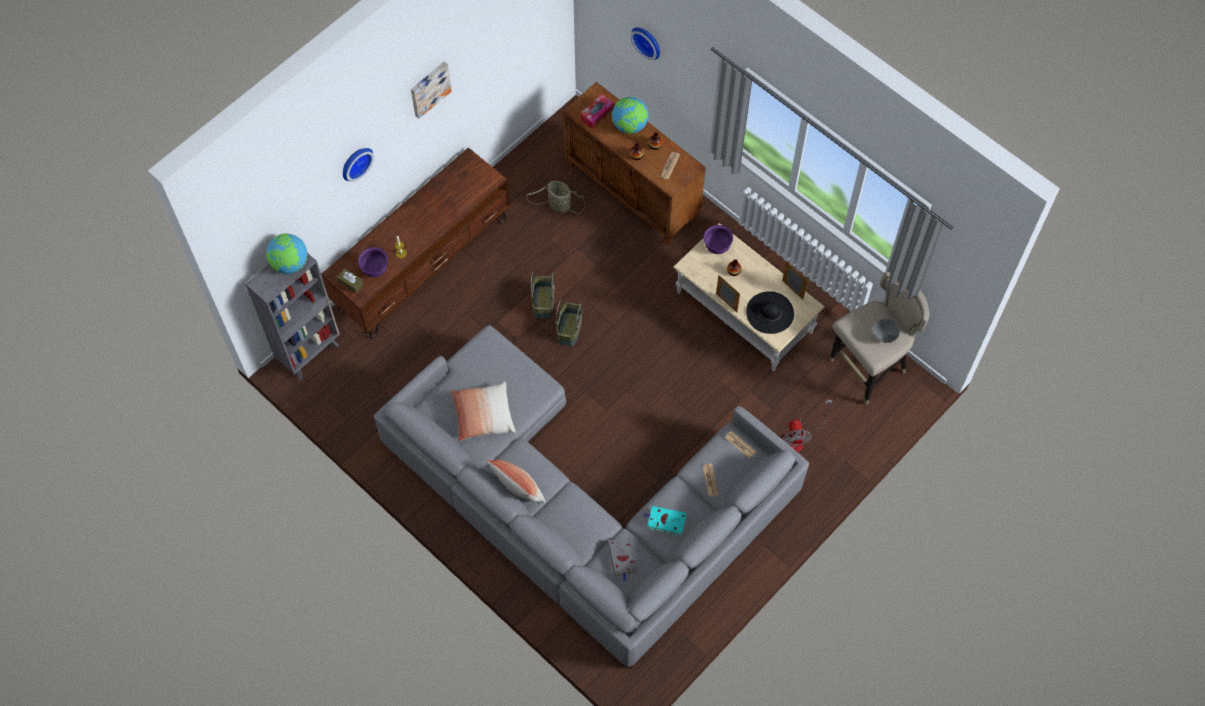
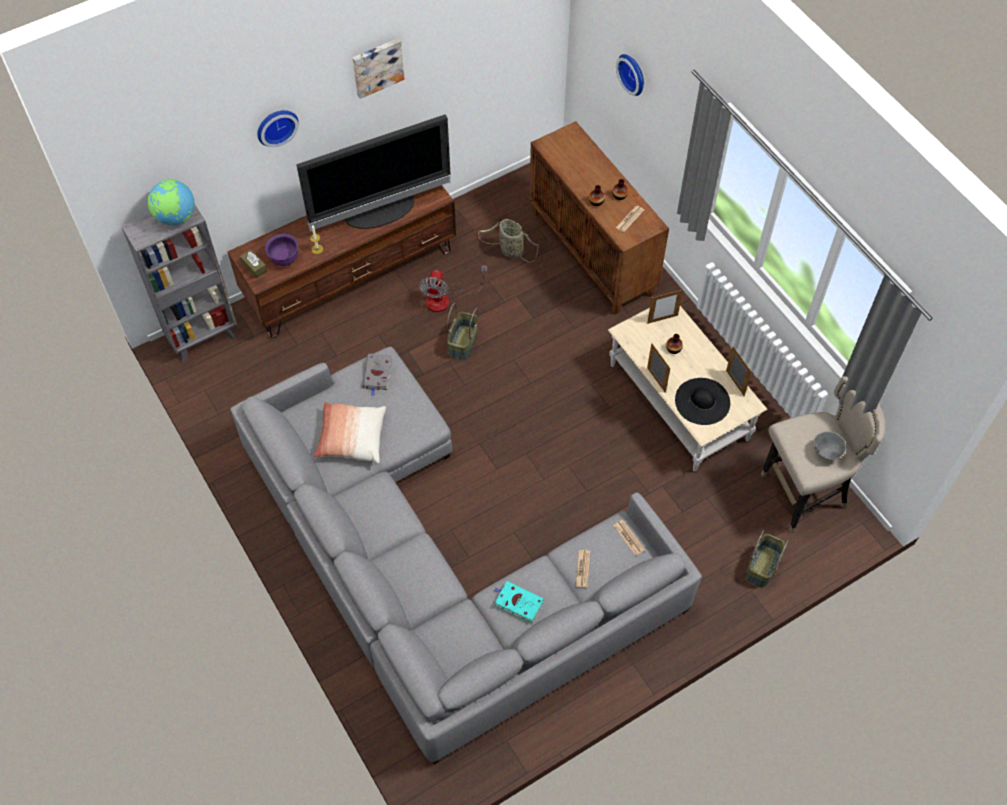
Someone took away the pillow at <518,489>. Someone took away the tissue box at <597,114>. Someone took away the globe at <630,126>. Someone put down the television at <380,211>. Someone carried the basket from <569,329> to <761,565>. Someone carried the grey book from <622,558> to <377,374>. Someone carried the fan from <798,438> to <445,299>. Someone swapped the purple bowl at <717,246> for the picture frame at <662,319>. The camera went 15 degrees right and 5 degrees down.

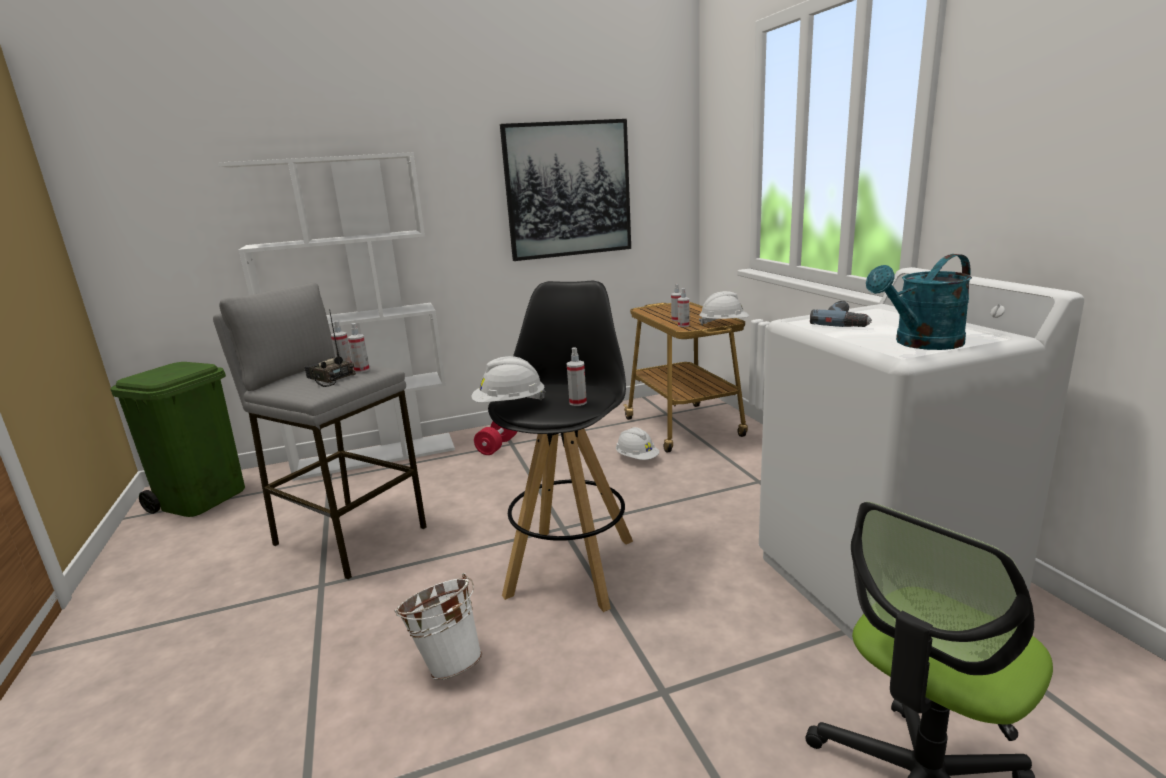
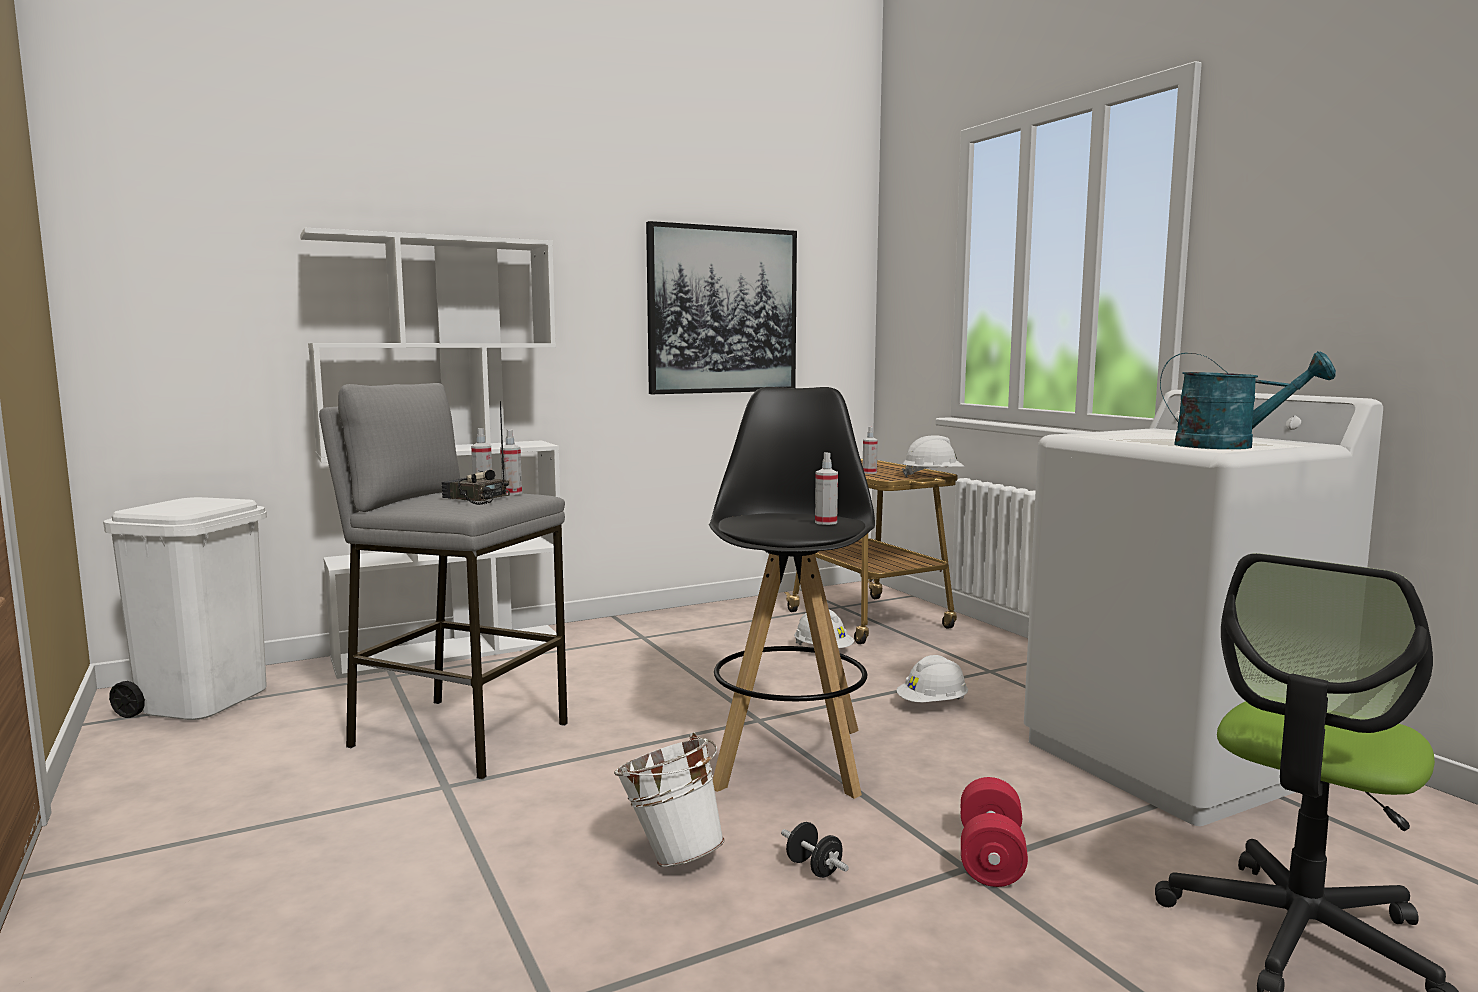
Someone took away the spray bottle at <683,325>. Someone took away the power drill at <845,321>. Someone put down the black dumbbell at <814,868>. Someone carried the white hard hat from <509,405> to <932,705>. Someone carried the red dumbbell from <497,446> to <990,857>. Someone repainted the green trash can at <203,498>, which became the white trash can at <204,700>. Someone rotated the turquoise watering can at <921,344> by 120 degrees counterclockwise. The camera went 10 degrees left and 10 degrees down.

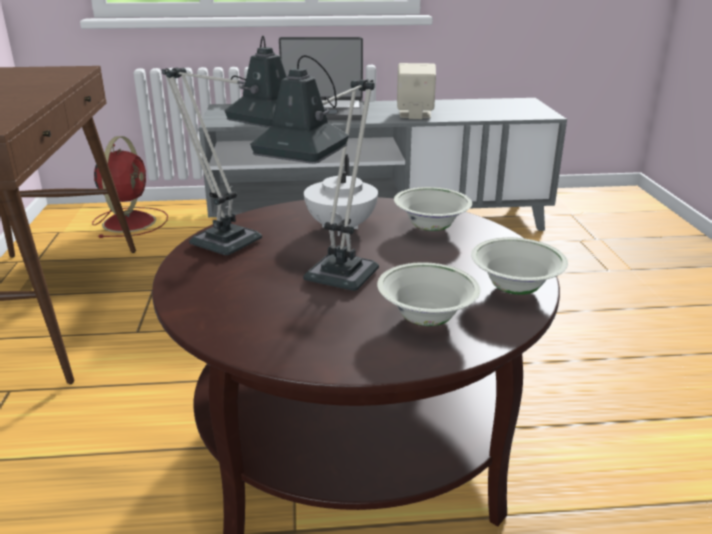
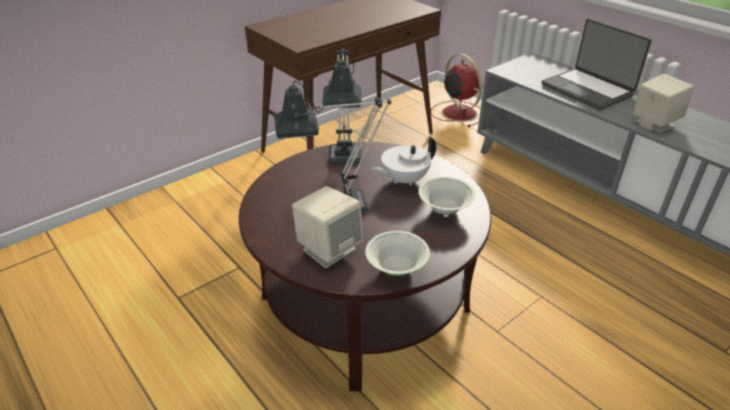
Someone swapped the white bowl at <426,319> for the beige speaker at <329,249>. Someone rotated the red fan at <130,221> by 90 degrees counterclockwise. The camera went 55 degrees right and 10 degrees up.

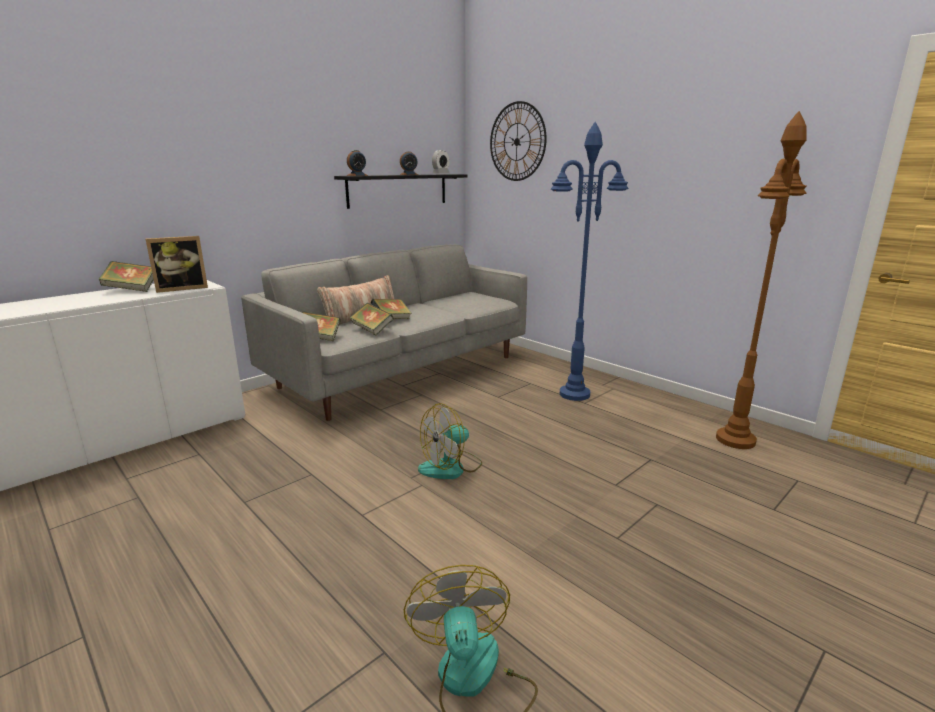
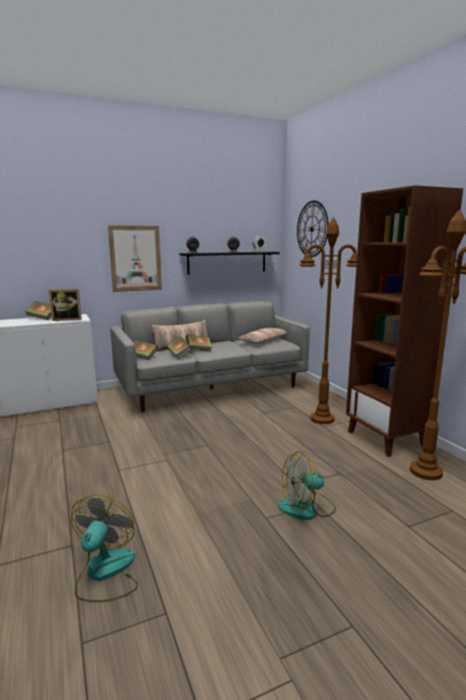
Someone put up the picture at <135,258>. Someone put down the pillow at <264,341>. Someone put down the brown bookcase at <386,439>. Someone carried the fan from <451,467> to <307,508>. Someone repainted the blue floor lamp at <574,394>, which became the brown floor lamp at <322,419>. The camera went 20 degrees right and 5 degrees down.

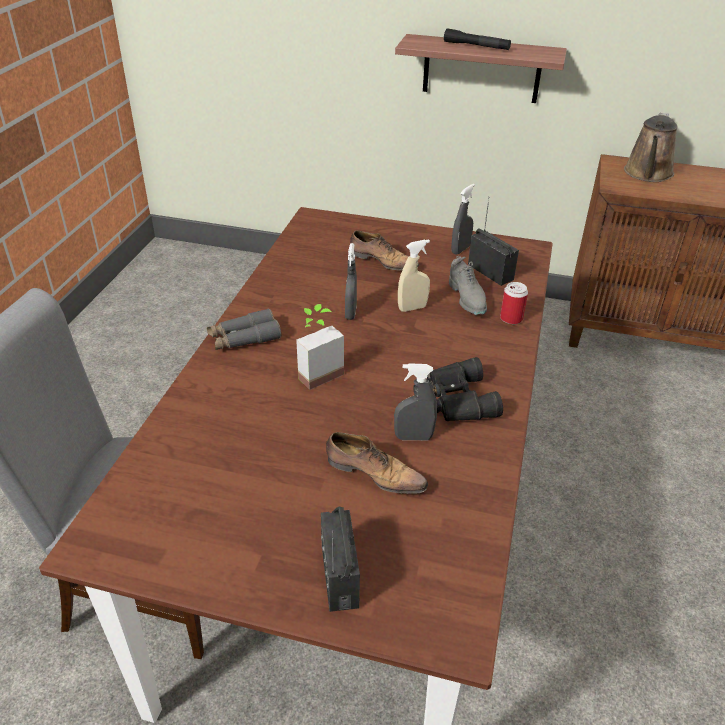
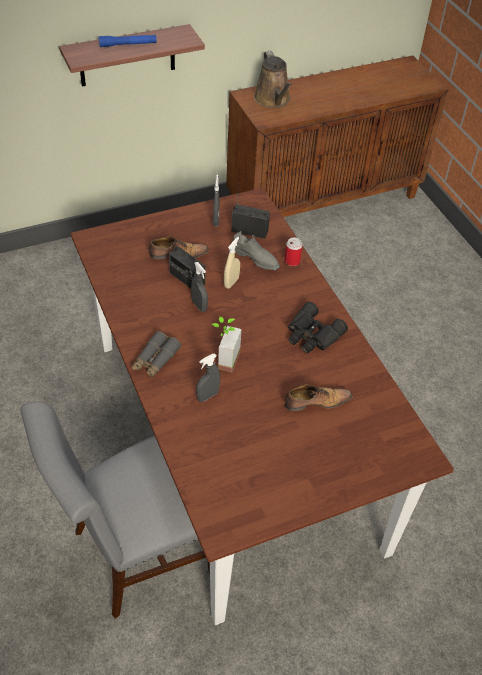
Someone carried the radio from <339,576> to <187,279>. Someone carried the grey spray bottle from <413,437> to <207,396>. Someone repainted the black flashlight at <476,46>, which became the blue flashlight at <128,45>. The camera went 40 degrees left and 10 degrees up.

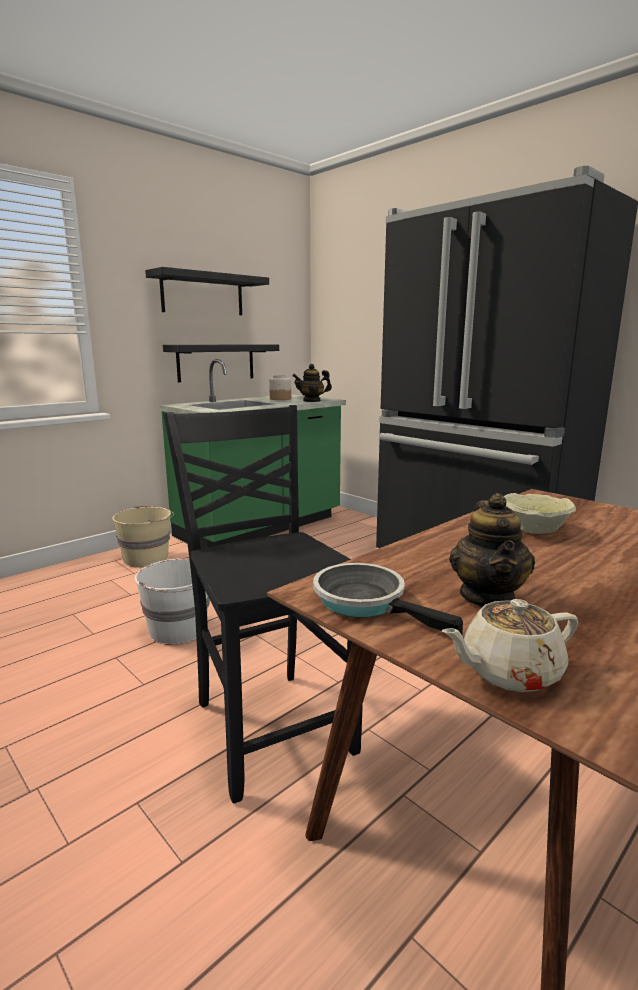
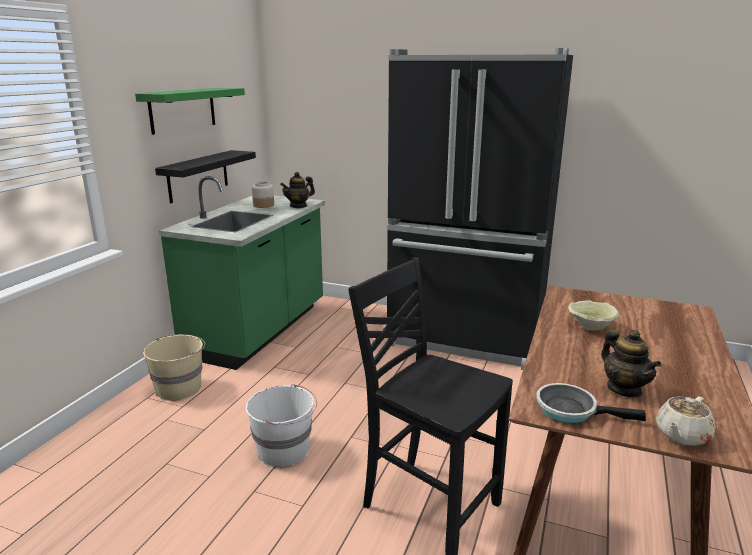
Someone repainted the black shelf at <202,294>, which became the green shelf at <183,109>. The camera went 25 degrees left and 5 degrees up.

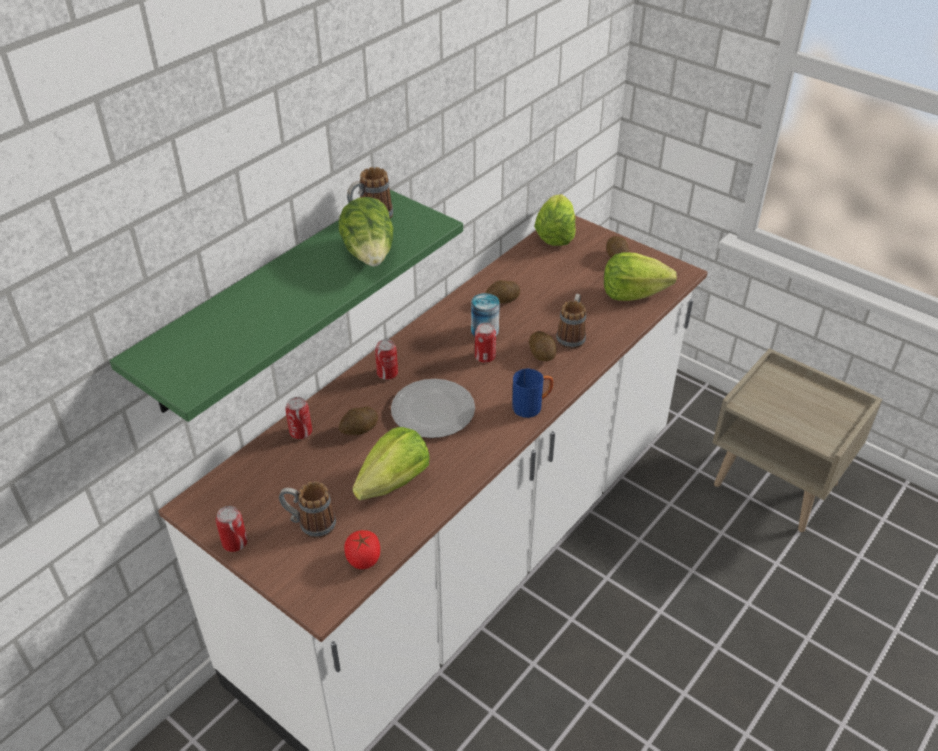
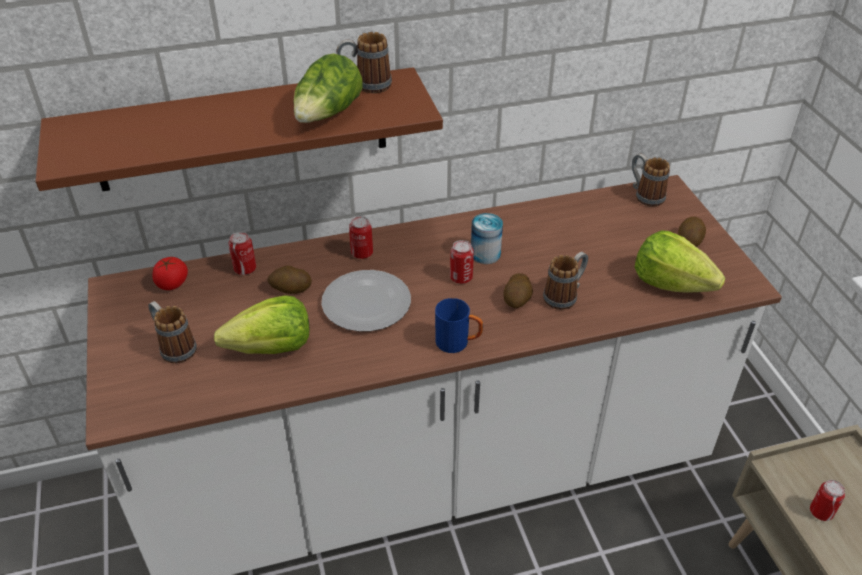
Someone took away the potato at <502,300>. Someone carried the can from <235,543> to <821,512>. Someone carried the tomato from <363,559> to <172,284>. Someone swapped the lettuce at <555,235> for the mug at <645,195>. Someone repainted the green shelf at <270,300>, which became the brown shelf at <242,130>. The camera went 35 degrees right and 0 degrees up.

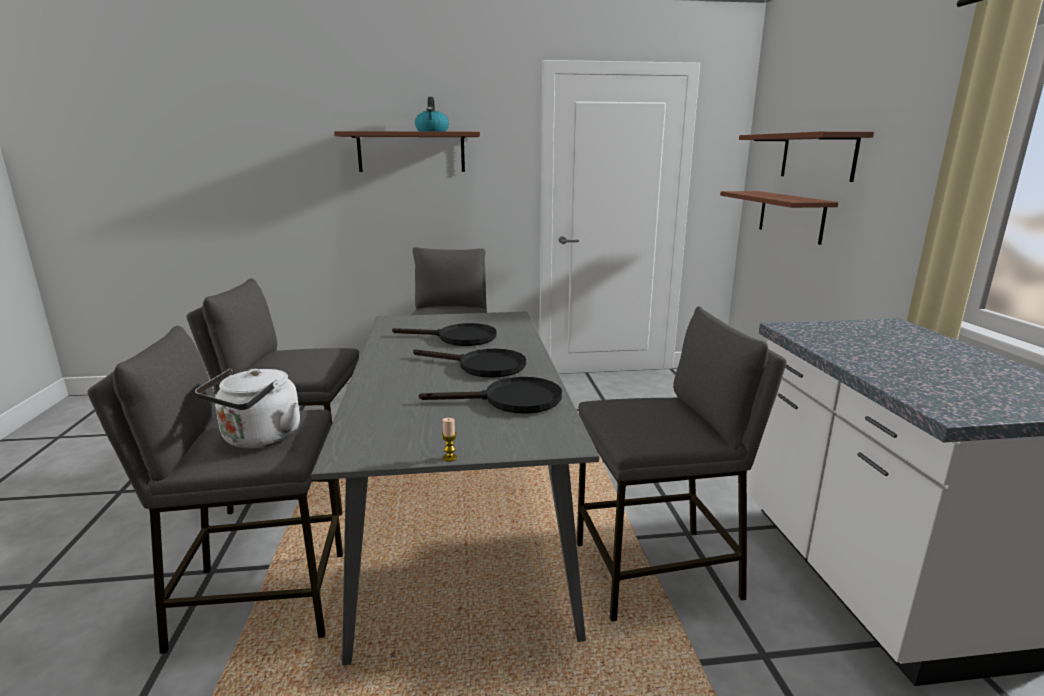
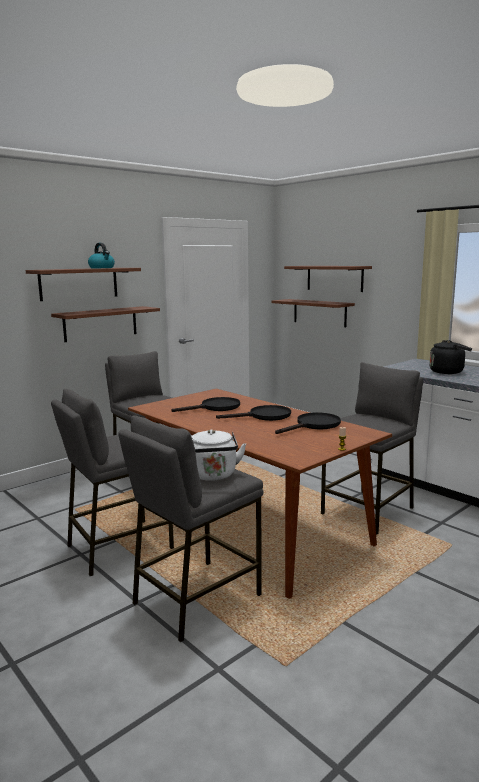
Someone put up the brown shelf at <100,323>. Someone put down the black kettle at <448,372>. Someone repainted the grey dining table at <462,522>, which became the brown dining table at <250,526>. The camera went 35 degrees left and 5 degrees down.

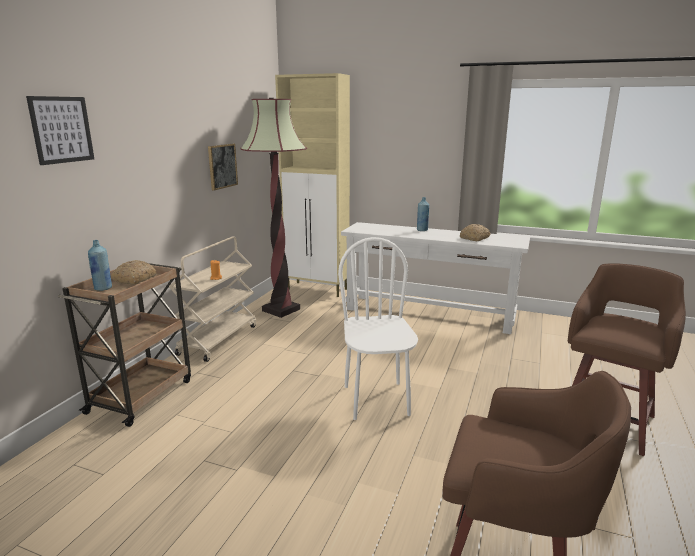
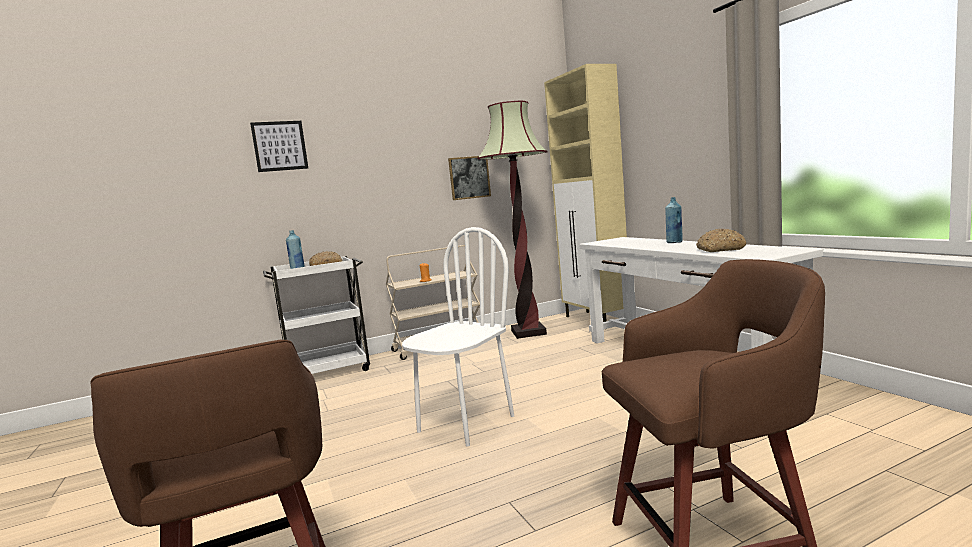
Someone repainted the brown cart at <142,395>, which became the white cart at <329,371>. The camera went 45 degrees right and 10 degrees down.

